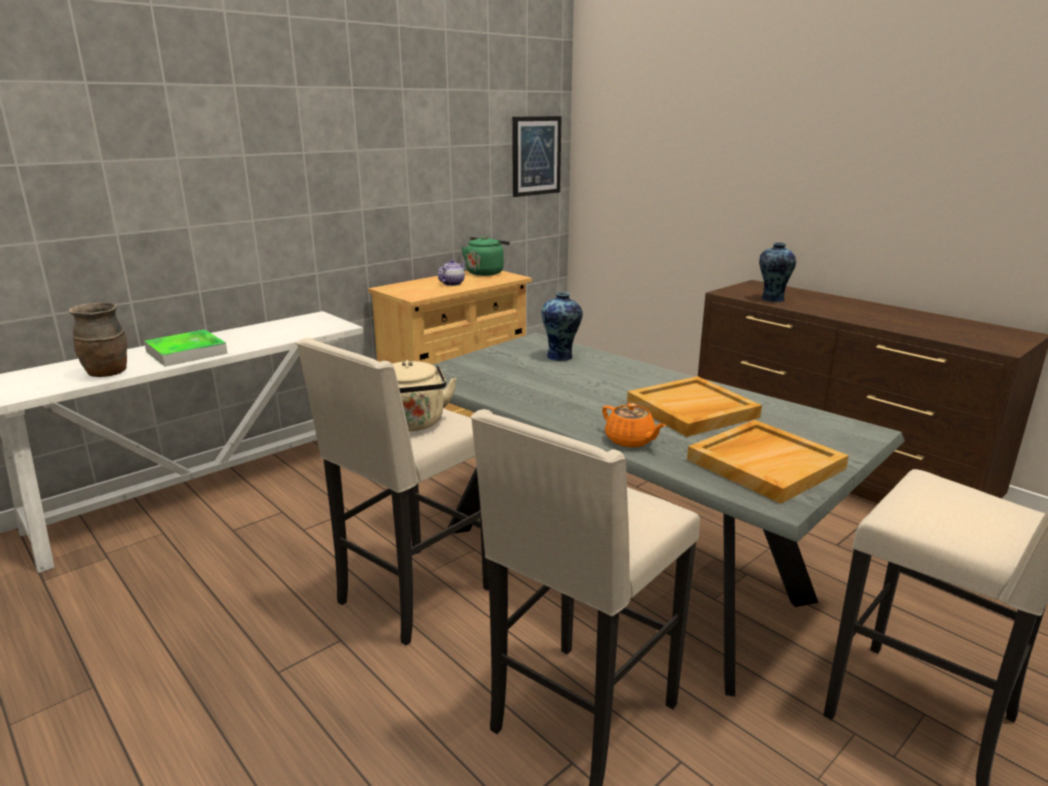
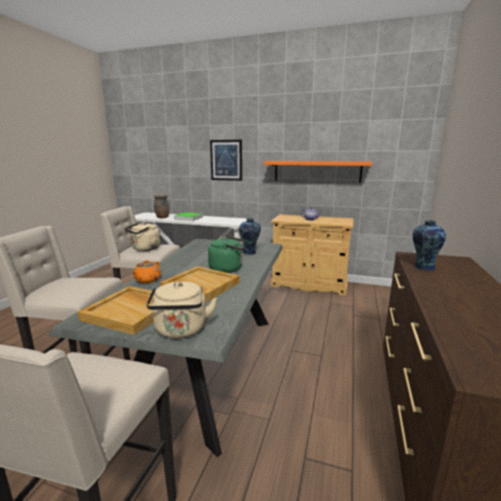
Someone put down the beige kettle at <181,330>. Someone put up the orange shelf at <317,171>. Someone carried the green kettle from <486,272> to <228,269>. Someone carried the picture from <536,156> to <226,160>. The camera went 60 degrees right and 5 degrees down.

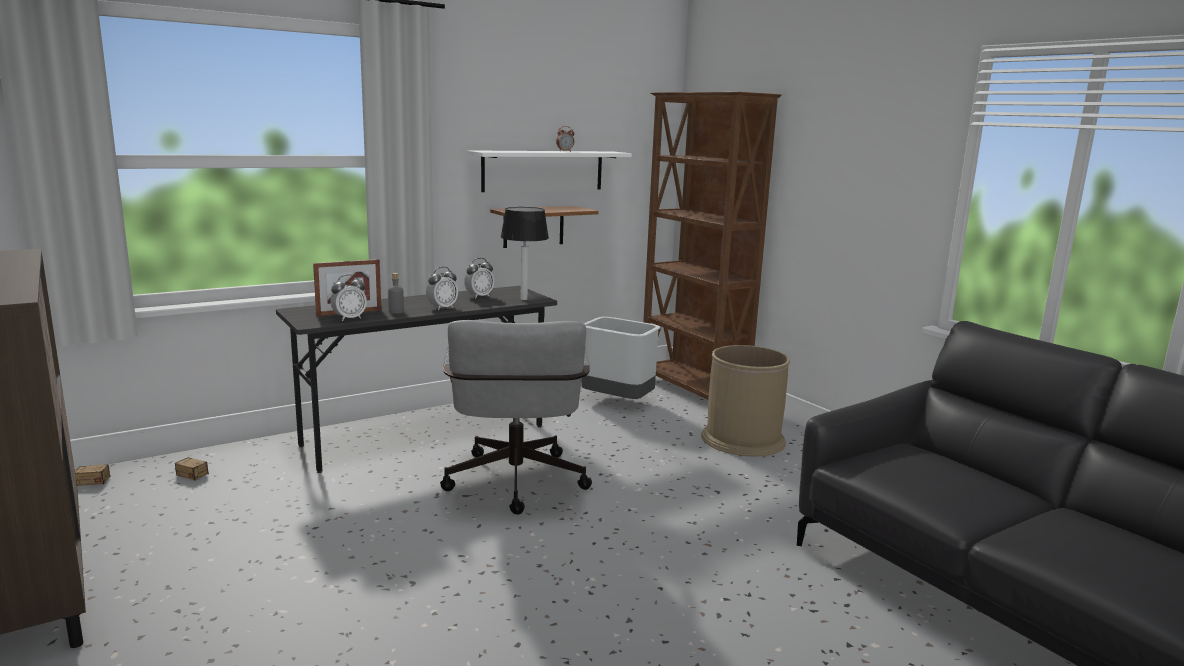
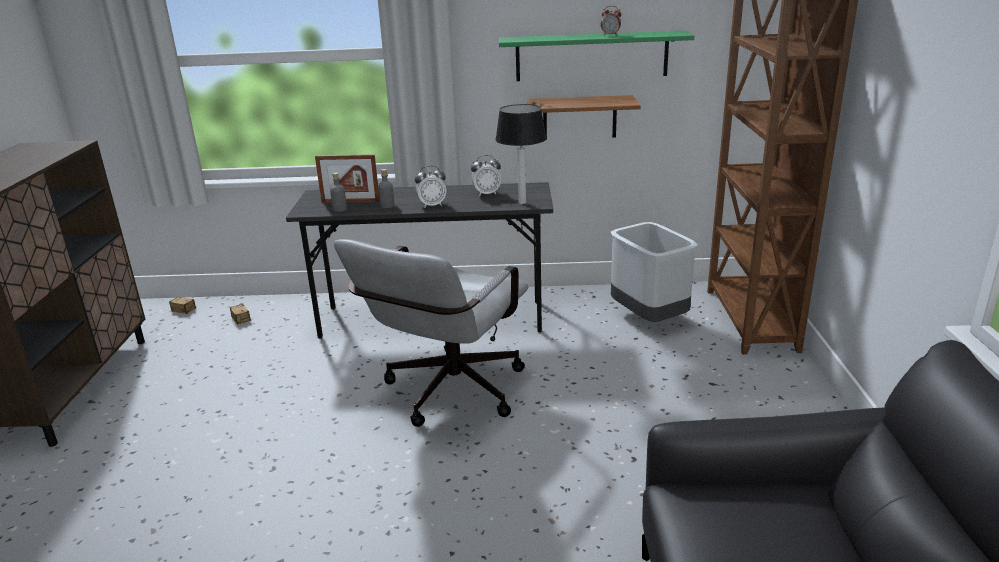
Someone took away the brown trash can at <743,439>. Someone swapped the alarm clock at <349,318> for the grey bottle at <340,209>. Someone repainted the white shelf at <543,170>, which became the green shelf at <591,56>. The camera went 35 degrees right and 10 degrees up.

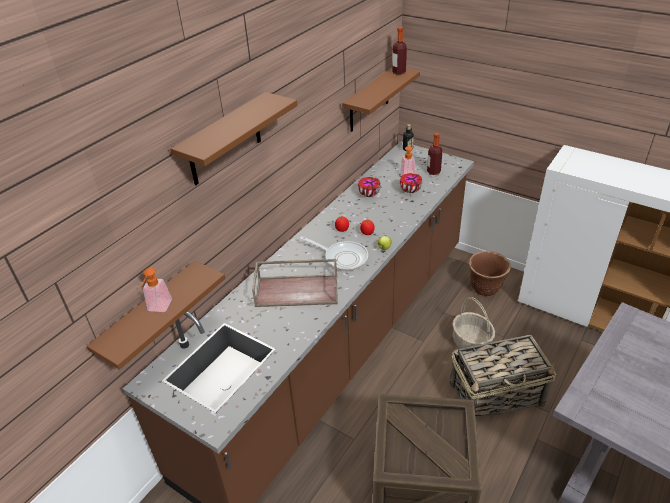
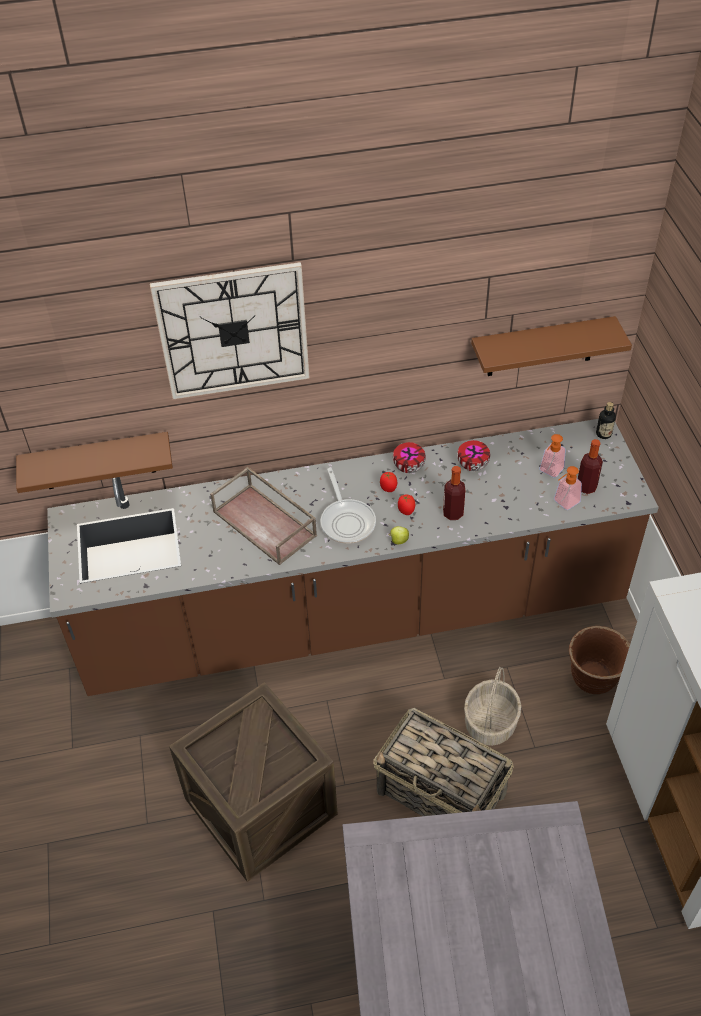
Someone carried the soap dispenser from <158,308> to <563,503>. Someone carried the bottle from <398,72> to <453,513>. Someone carried the bowl from <410,190> to <409,467>. Someone swapped the brown shelf at <225,140> for the wall clock at <233,331>. The camera went 45 degrees right and 10 degrees up.

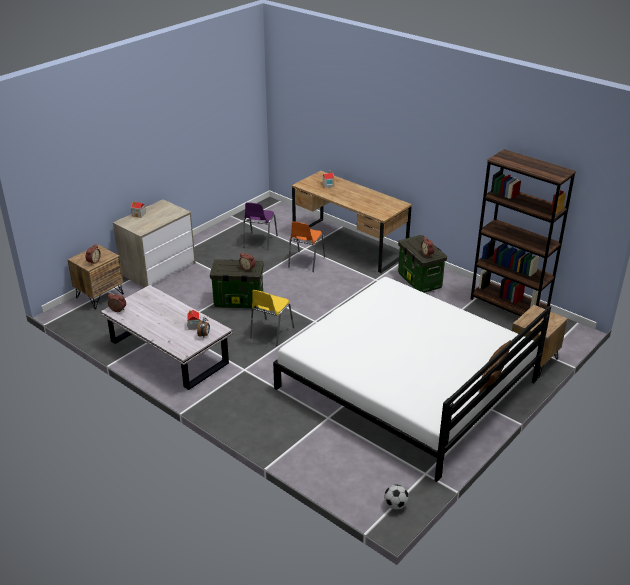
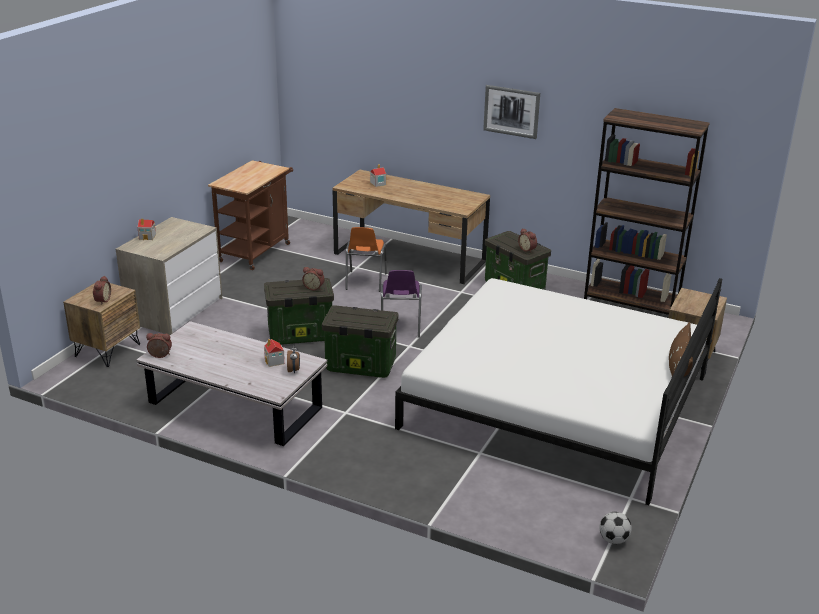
Someone put down the brown cart at <257,250>. Someone put up the picture at <511,111>. Someone carried the purple chair from <259,242> to <400,327>. Someone swapped the yellow chair at <271,333> for the storage box at <359,366>. The camera went 15 degrees left and 5 degrees down.

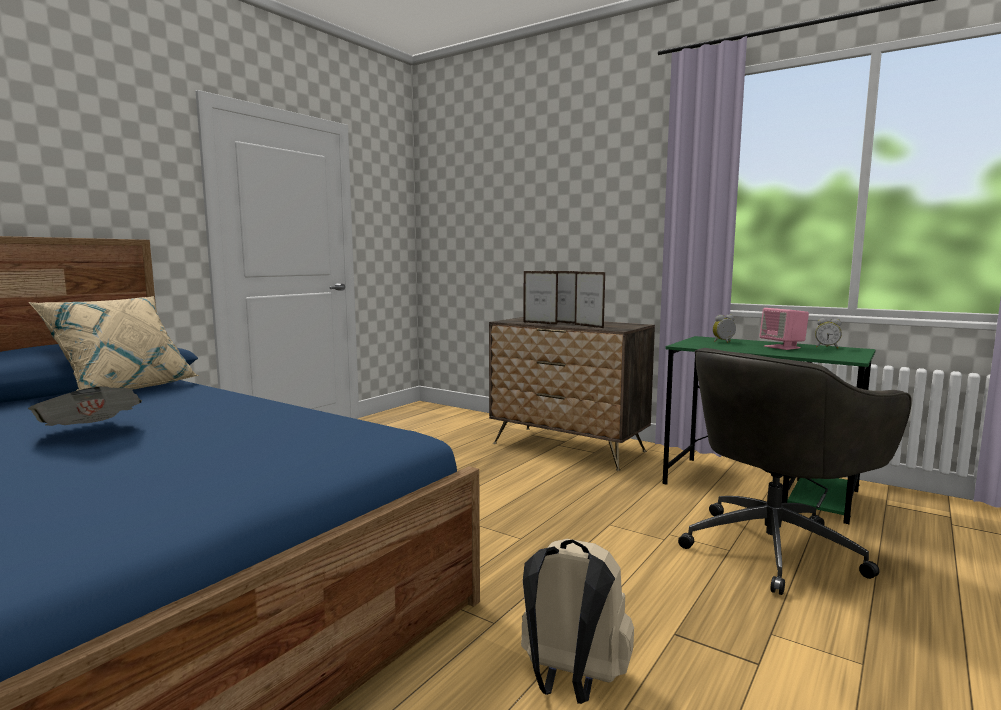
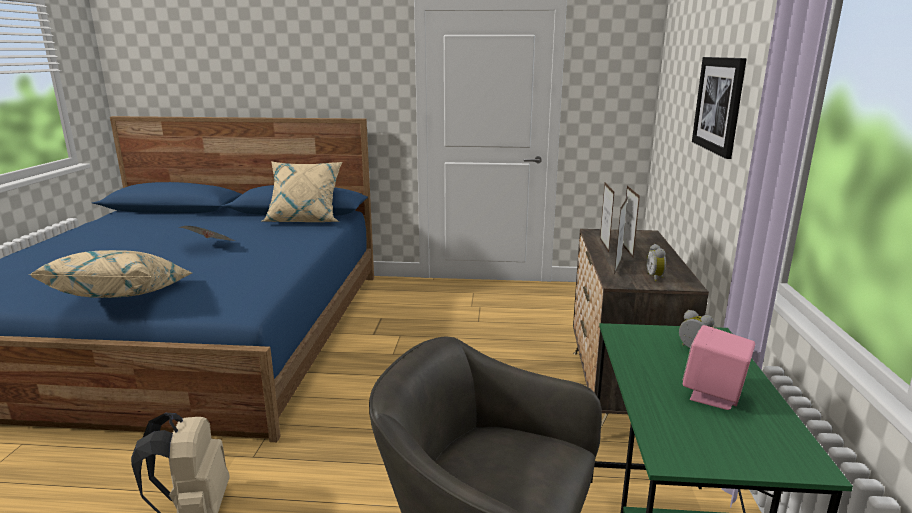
Someone put down the beige pillow at <123,296>. Someone put up the picture at <719,104>. Someone carried the alarm clock from <827,347> to <655,277>. The camera went 60 degrees right and 10 degrees up.

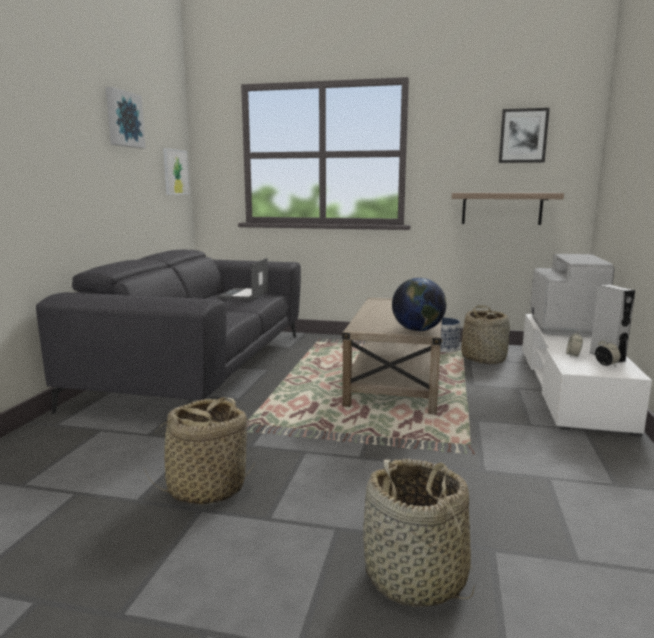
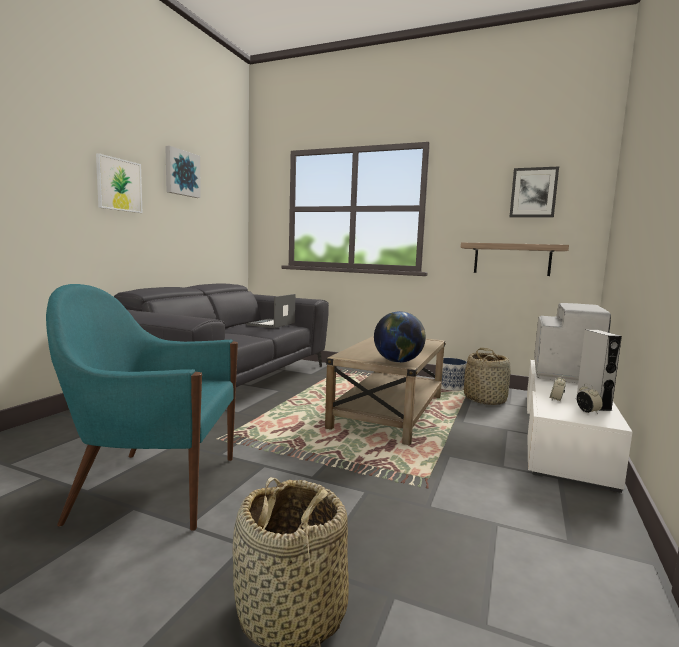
Someone carried the picture from <175,172> to <119,185>. Someone swapped the basket at <206,488> for the turquoise armchair at <153,488>. The camera went 10 degrees right and 5 degrees down.

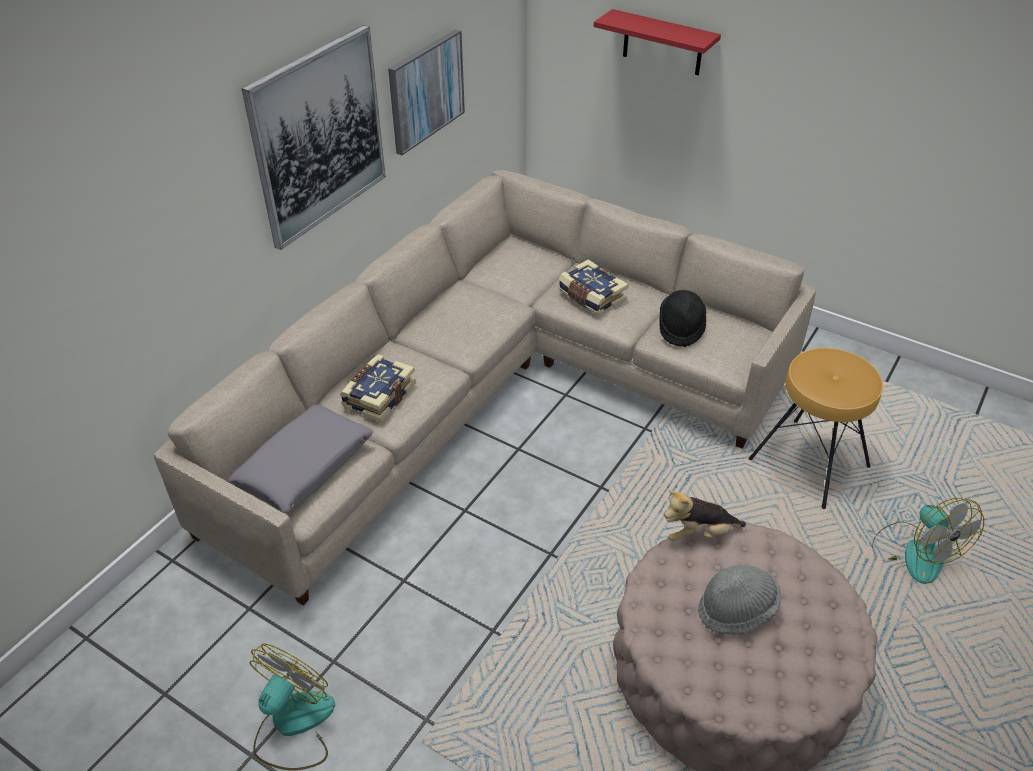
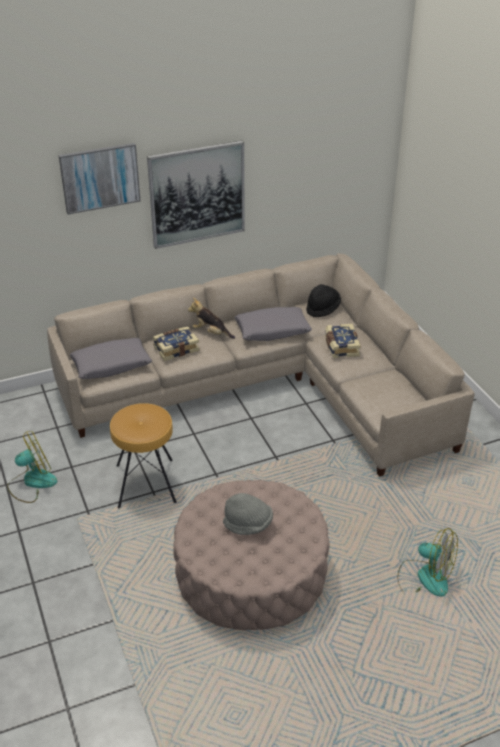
Someone took away the red shelf at <662,43>. Someone put down the grey pillow at <272,331>. Someone carried the picture from <426,91> to <100,177>. Someone carried the black hat from <681,328> to <322,309>. Someone carried the plush toy from <698,533> to <211,333>. Someone carried the brown stool from <809,462> to <146,483>. Someone rotated the fan at <915,552> by 75 degrees counterclockwise. The camera went 35 degrees right and 5 degrees down.

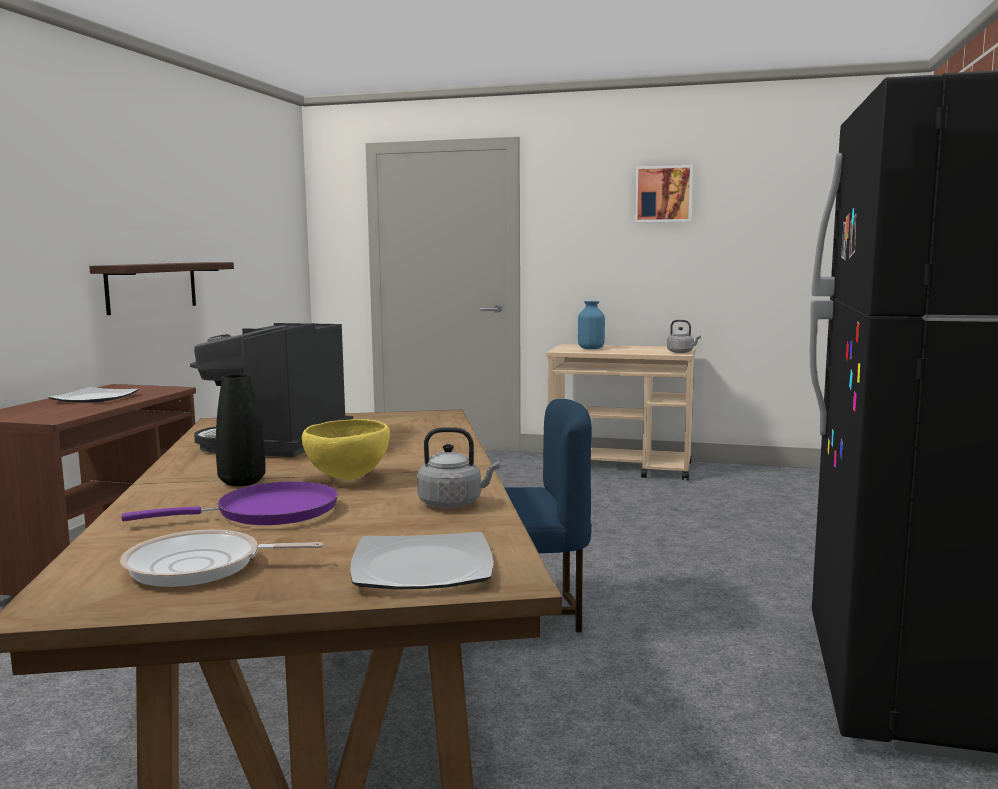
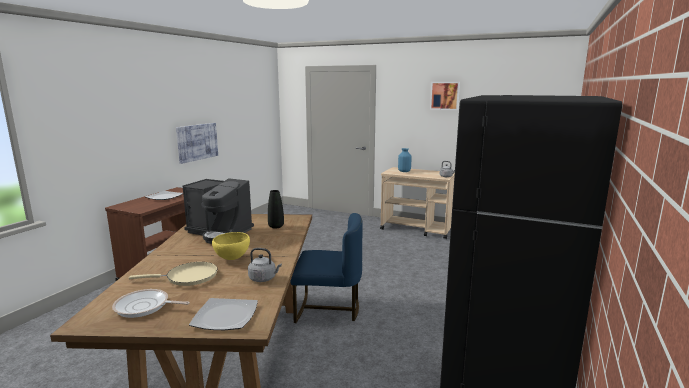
Someone carried the black vase from <242,482> to <276,226>. Someone swapped the shelf at <152,287> for the picture at <197,142>. Someone repainted the purple frying pan at <268,512>, which became the beige frying pan at <188,277>. Someone rotated the coffee machine at <278,443> by 90 degrees counterclockwise. The camera went 10 degrees right and 5 degrees up.

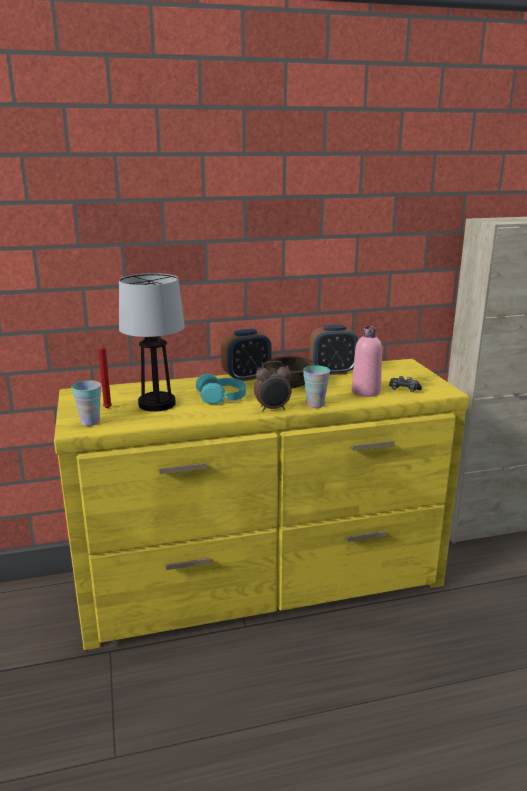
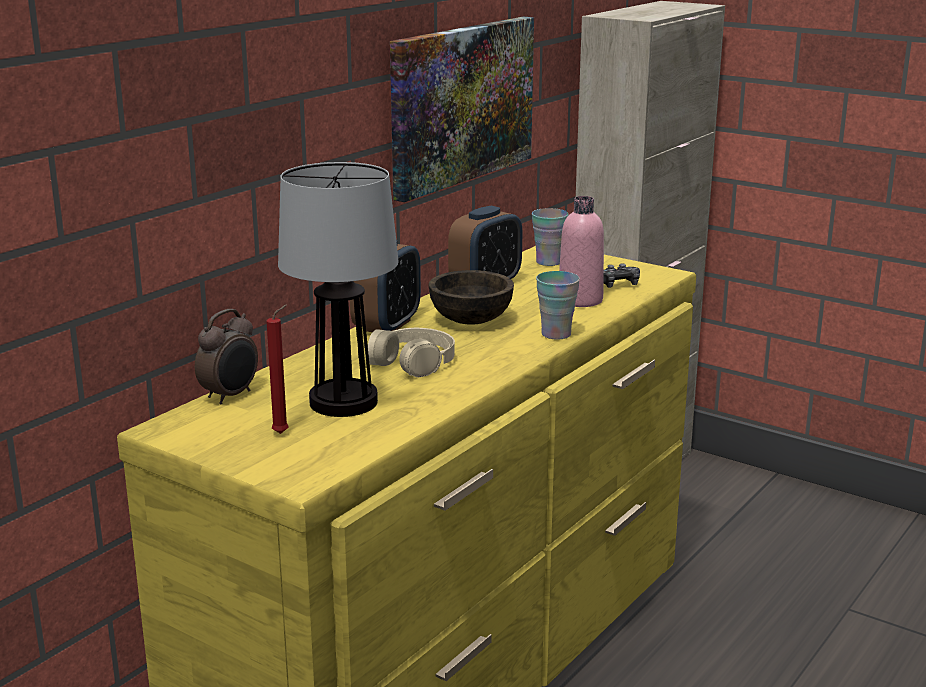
Someone put up the picture at <461,104>. Someone carried the cup from <90,422> to <548,262>. Someone carried the alarm clock from <273,409> to <231,396>. Someone repainted the turquoise headphones at <222,396>, which became the beige headphones at <413,362>. The camera went 40 degrees left and 0 degrees up.

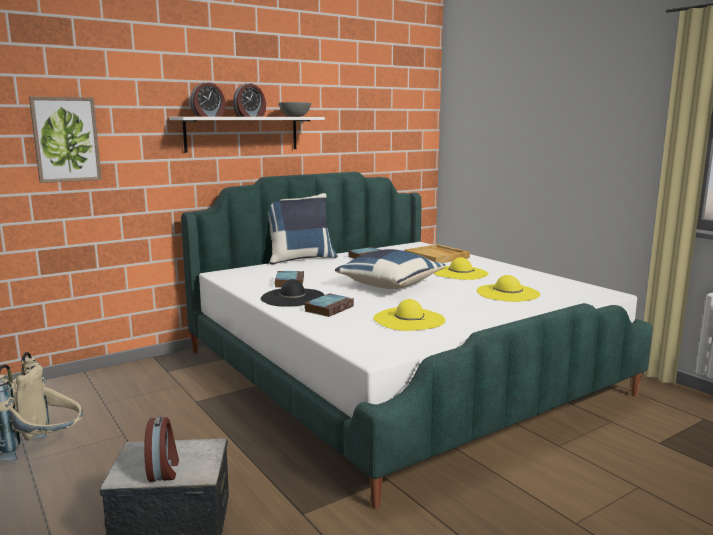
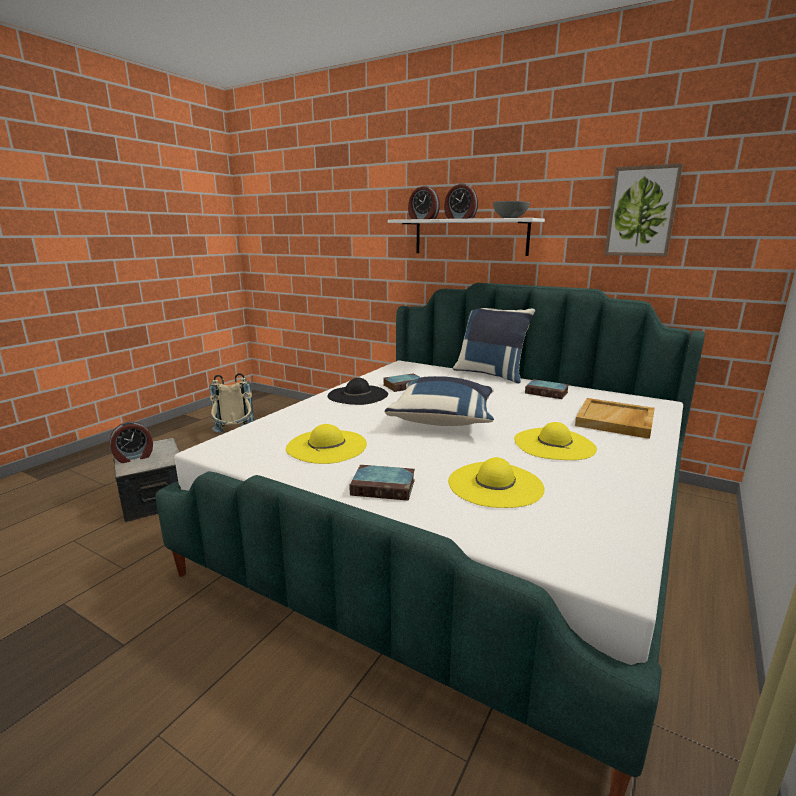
Someone carried the picture from <66,139> to <641,211>. Someone carried the book from <329,308> to <384,487>. The camera went 65 degrees right and 5 degrees up.

